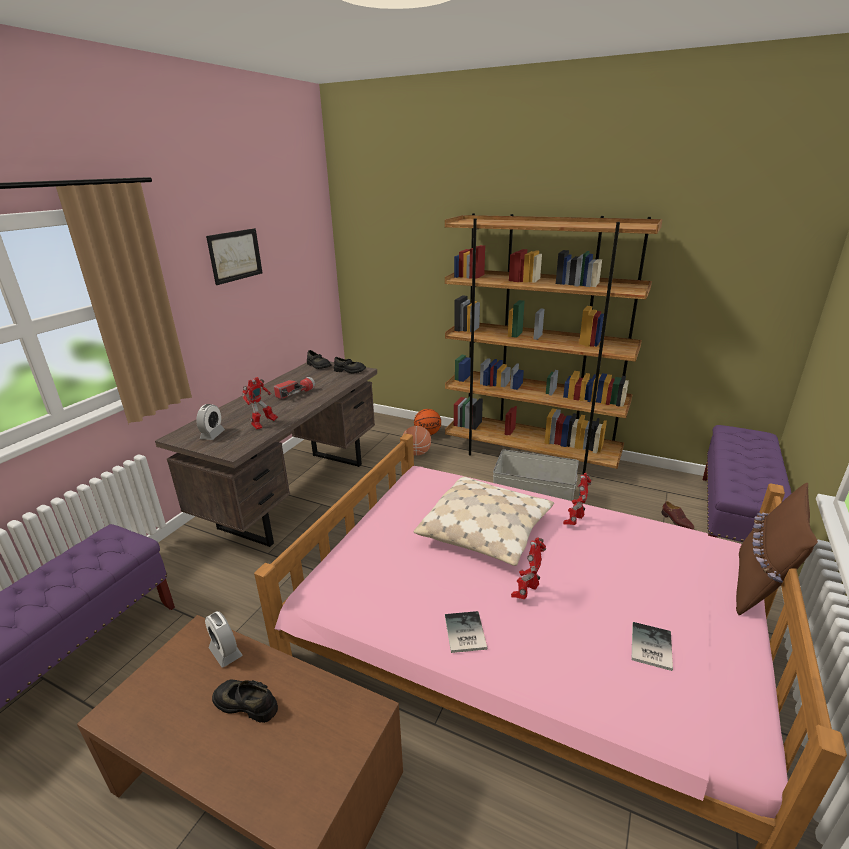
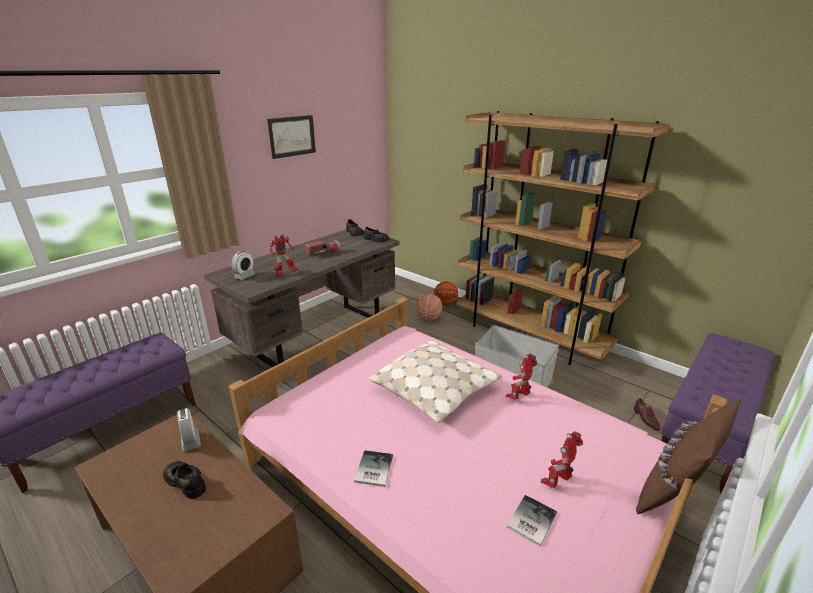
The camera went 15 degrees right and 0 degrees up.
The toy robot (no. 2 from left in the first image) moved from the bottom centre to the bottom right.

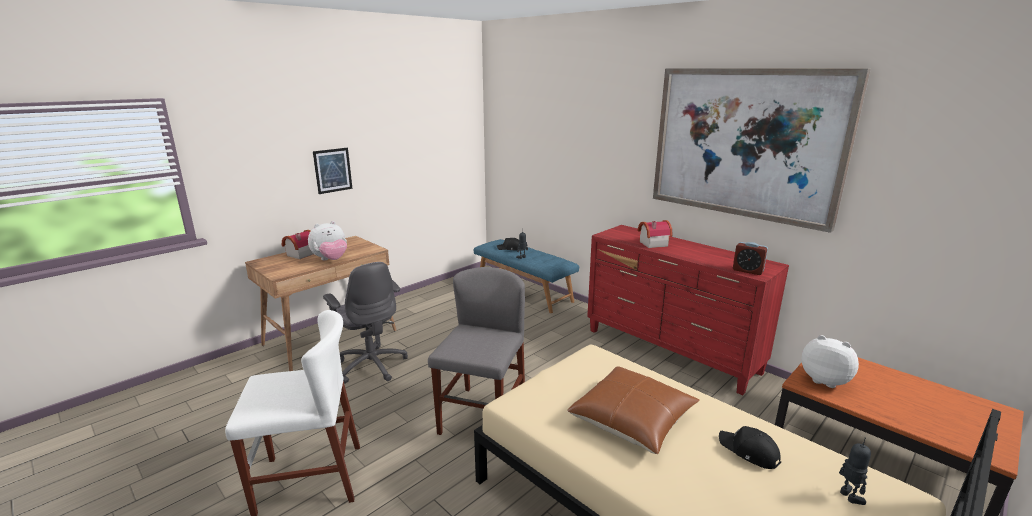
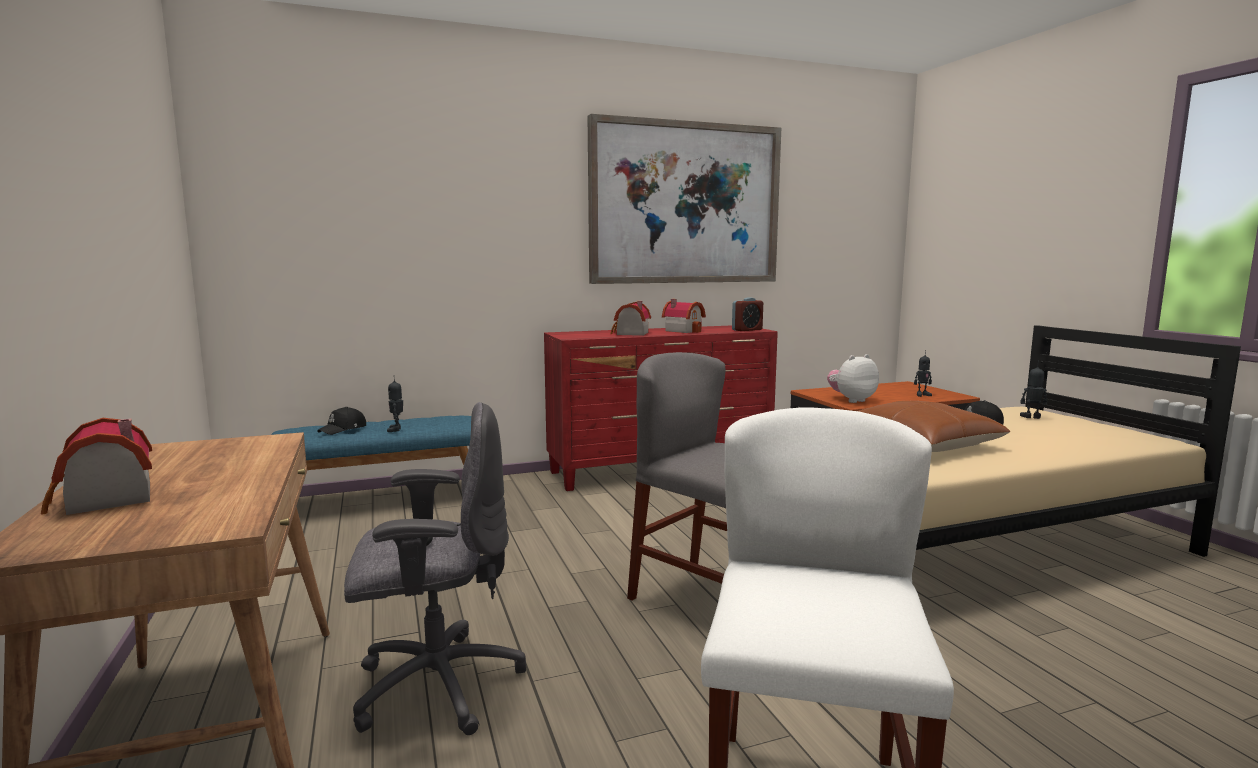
The camera went 65 degrees left and 10 degrees down.
The wall art (no. 1 from left) at the top left disappeared.
The soft toy (no. 1 from left) at the middle left disappeared.
The toy house (no. 3 from left) at the centre appeared.
The toy robot (no. 2 from left) at the middle right appeared.

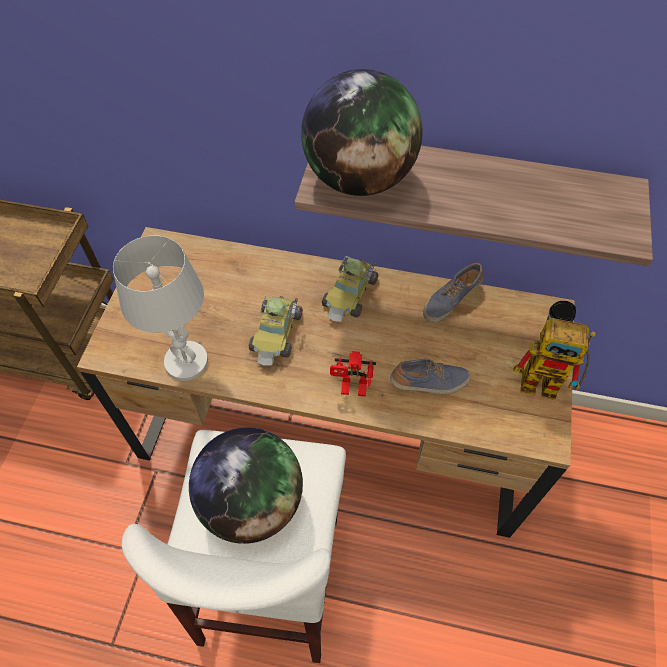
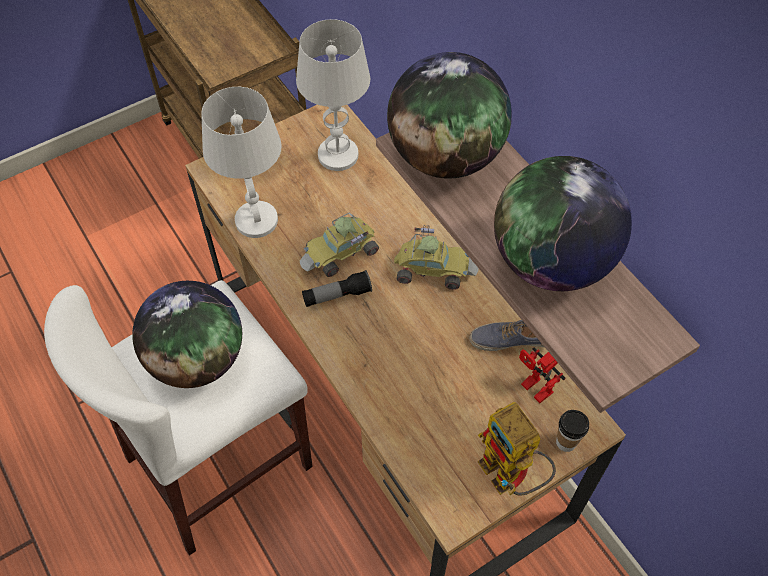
The camera went 45 degrees right and 0 degrees up.
The model car (no. 2 from left) at the centre turned 150 degrees counterclockwise.
The toy robot (no. 1 from left in the first image) moved from the centre to the middle right.
The item of footwear (no. 1 from left) at the centre disappeared.
The whitish table lamp (no. 2 from left) at the top centre appeared.
The globe (no. 3 from left) at the middle right appeared.
The hand torch at the centre appeared.

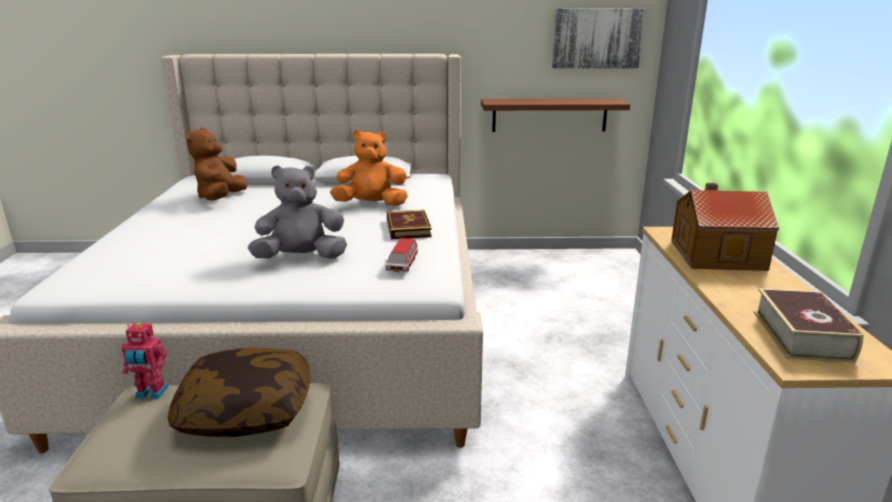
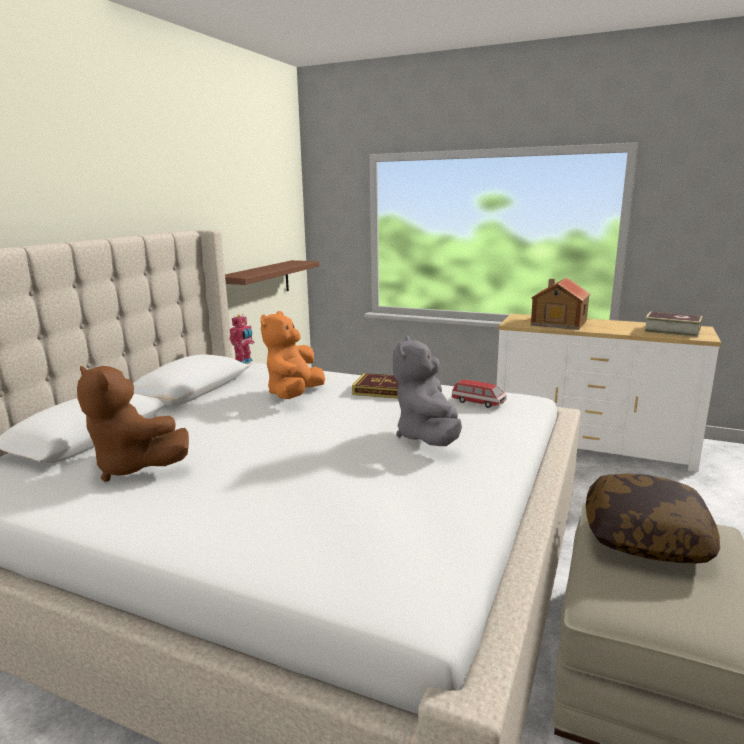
The camera went 65 degrees left and 5 degrees down.
The wall art at the top right disappeared.
The toy robot moved from the bottom left to the middle left.

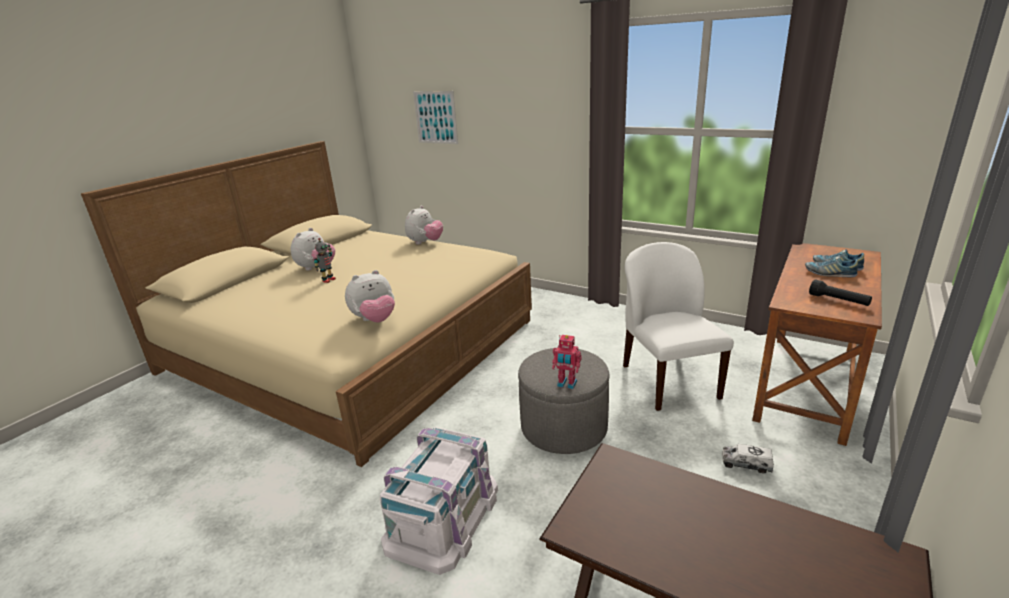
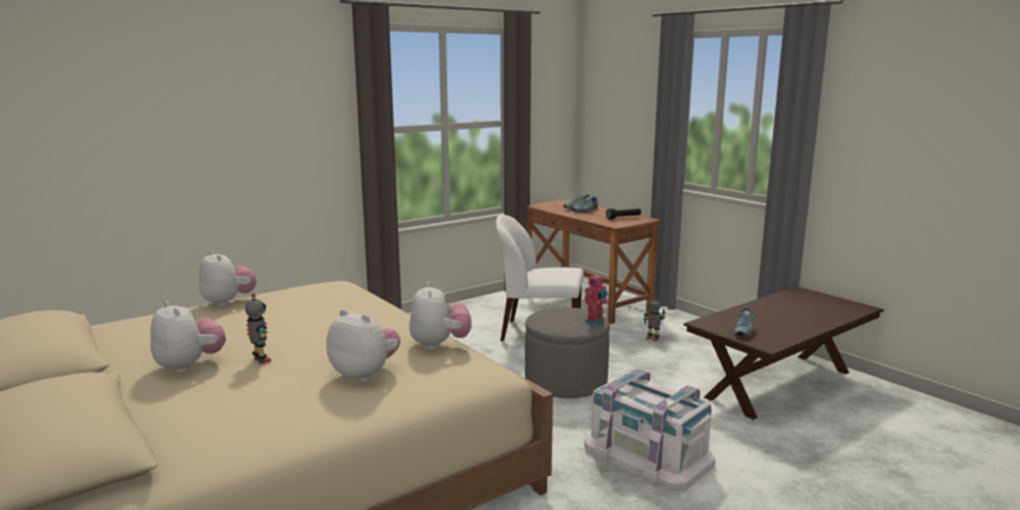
The camera went 70 degrees left and 10 degrees down.
The wall art at the top centre disappeared.
The toy truck at the bottom right was replaced by the toy robot (no. 3 from left) at the centre.
The item of footwear (no. 3 from left) at the middle right appeared.
The soft toy (no. 3 from left) at the bottom centre appeared.

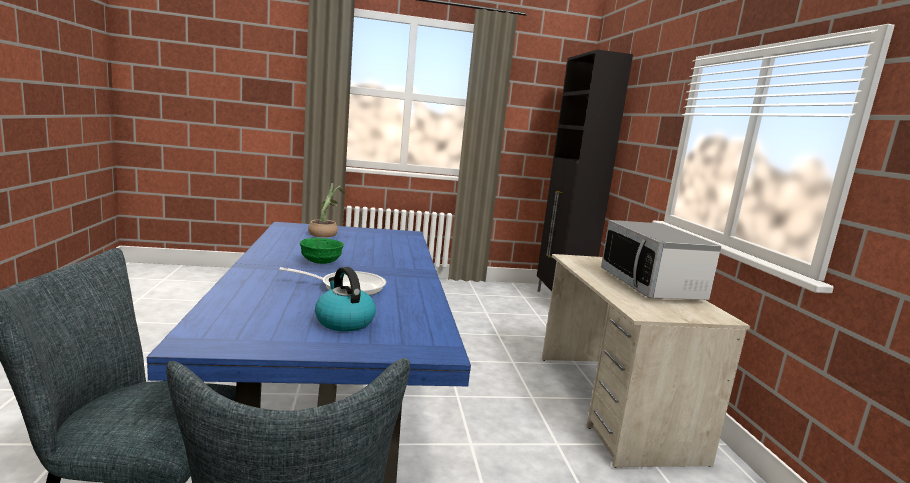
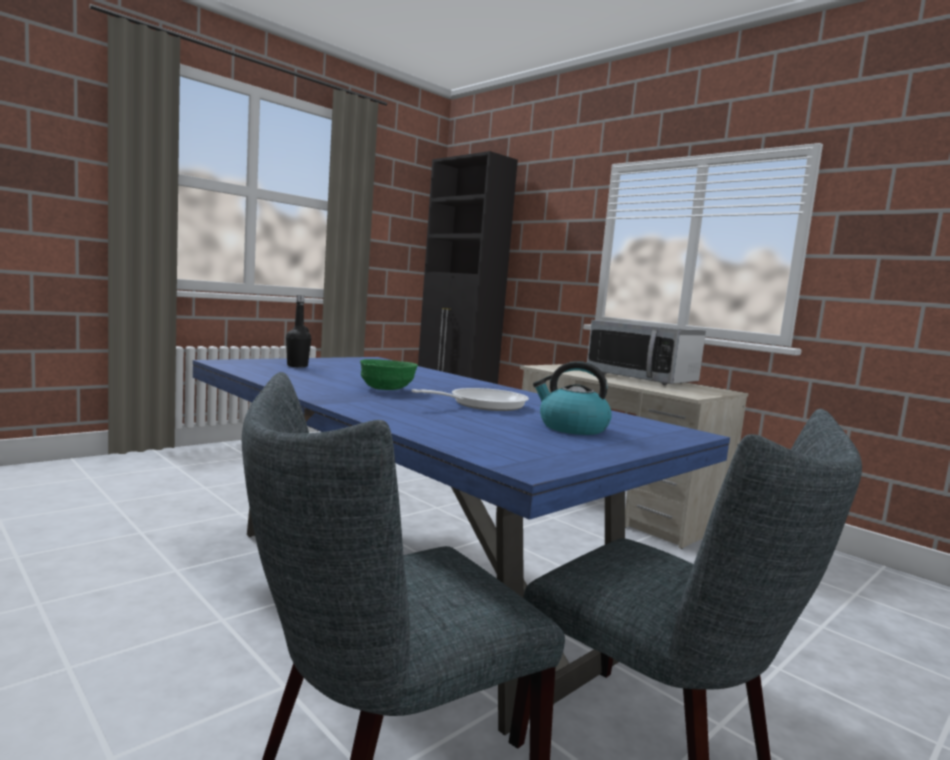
The camera went 35 degrees left and 5 degrees down.
The houseplant at the centre was replaced by the black drink bottle at the middle left.

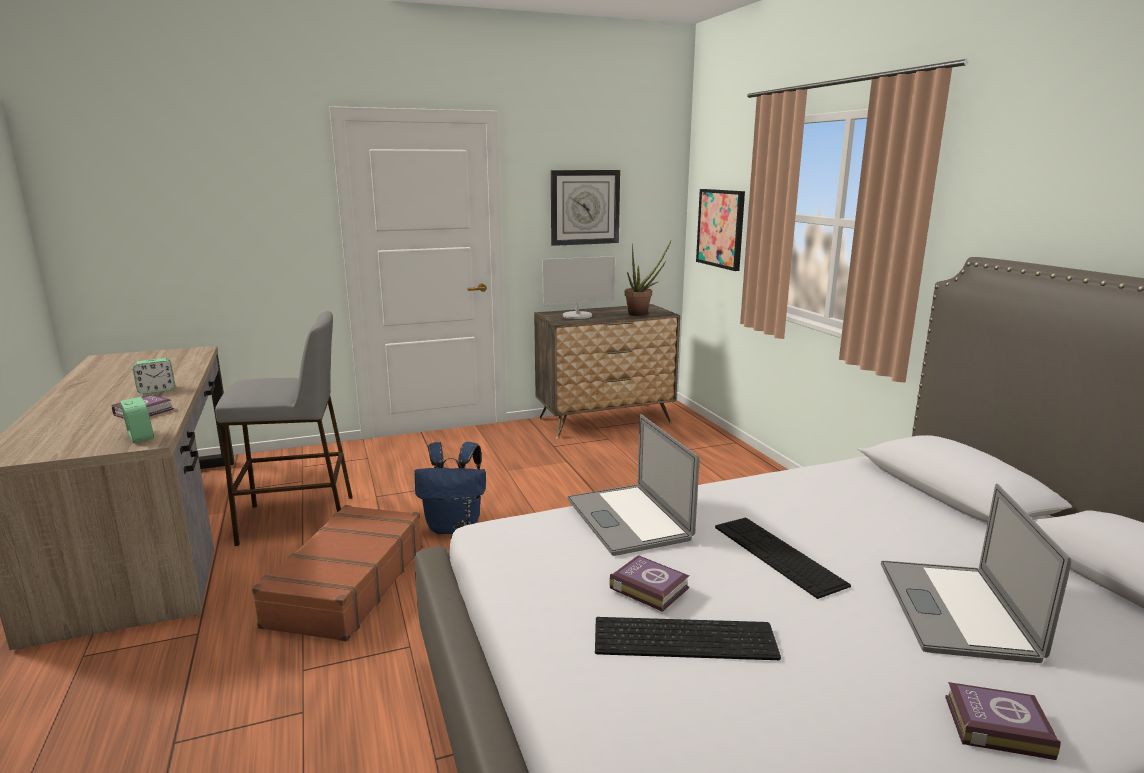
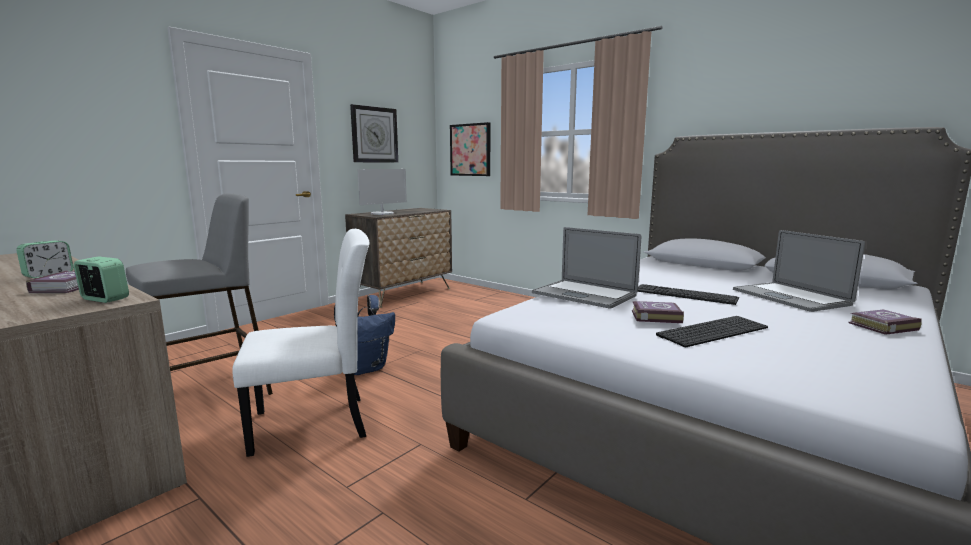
The camera went 30 degrees left and 5 degrees down.
The houseplant at the centre disappeared.
The brown suitcase at the bottom left was replaced by the whitish plain chair at the middle left.

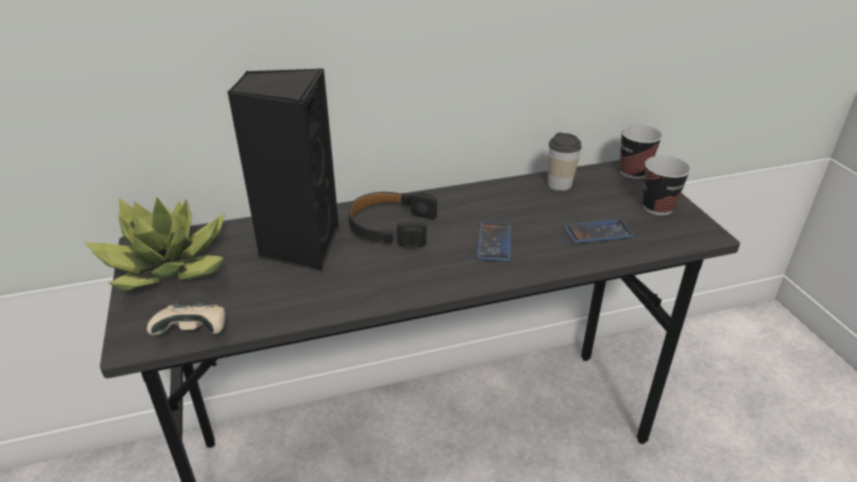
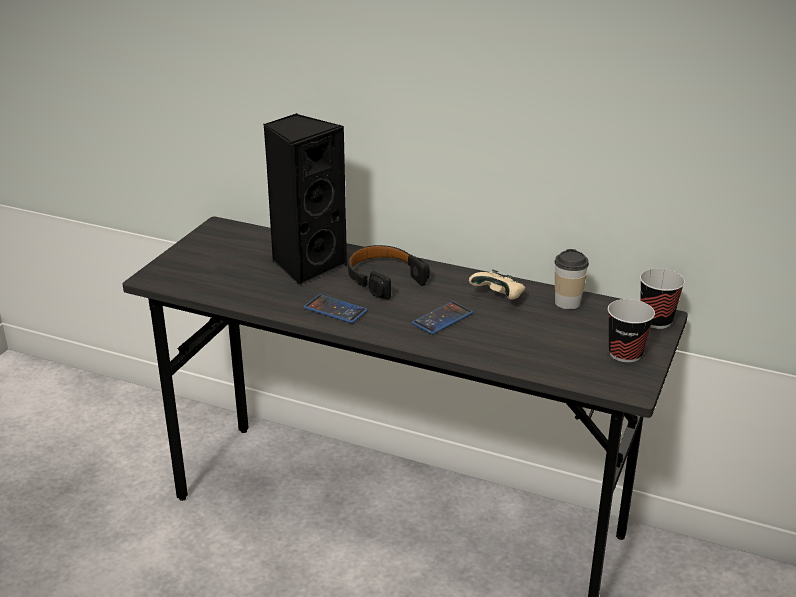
The camera went 40 degrees right and 5 degrees down.
The houseplant at the middle left disappeared.
The phone (no. 2 from left in the first image) moved from the middle right to the centre.
The beige game controller moved from the middle left to the centre.

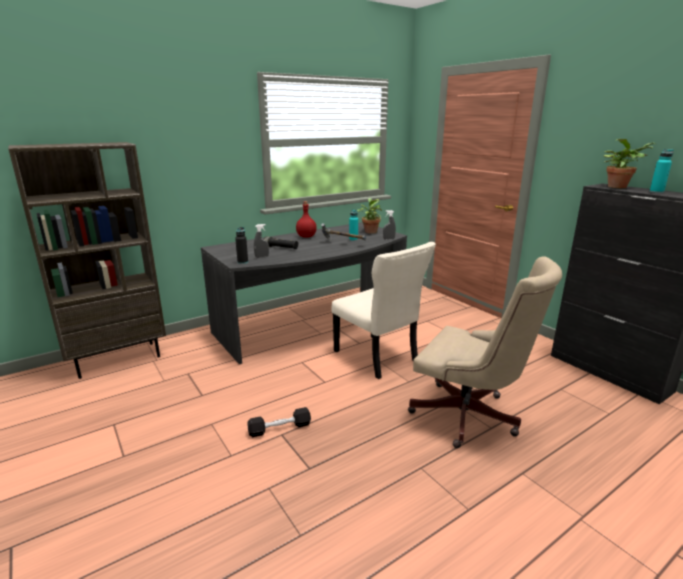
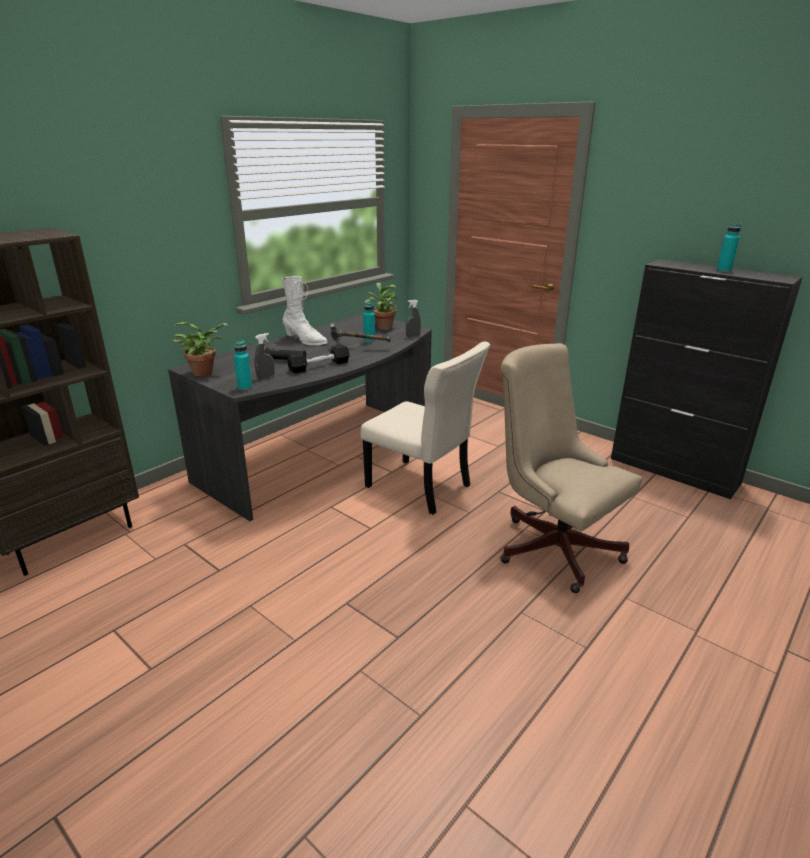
The camera went 15 degrees left and 5 degrees up.
The houseplant (no. 2 from left in the first image) moved from the top right to the middle left.
The red-coloured drink bottle at the centre was replaced by the whitish tall boot at the centre.
The black drink bottle at the centre became the turquoise-coloured drink bottle (no. 1 from left) at the middle left.
The beige desk chair at the middle right turned 150 degrees counterclockwise.
The black free weight moved from the bottom centre to the centre.

